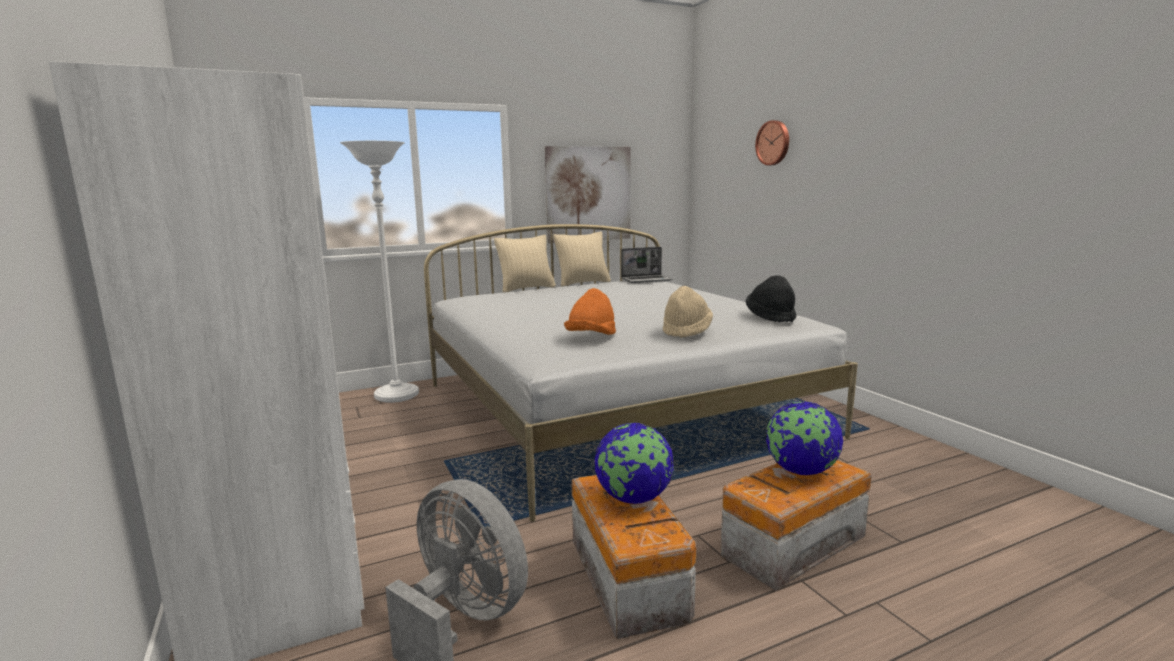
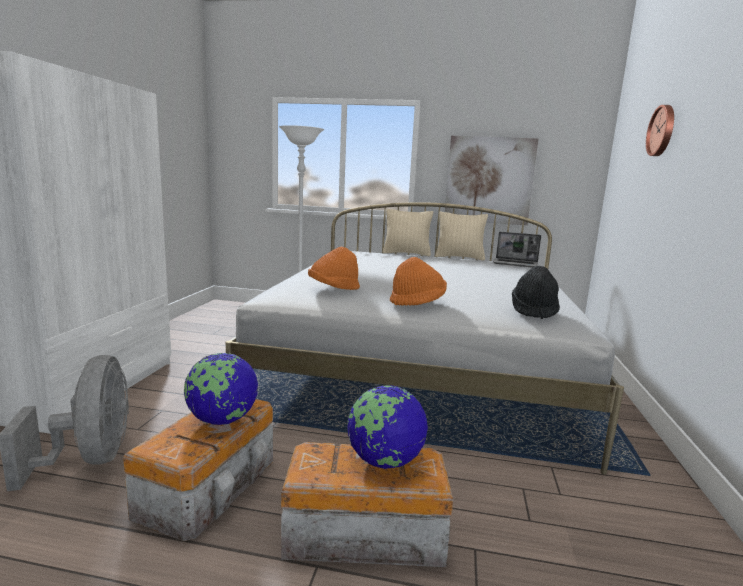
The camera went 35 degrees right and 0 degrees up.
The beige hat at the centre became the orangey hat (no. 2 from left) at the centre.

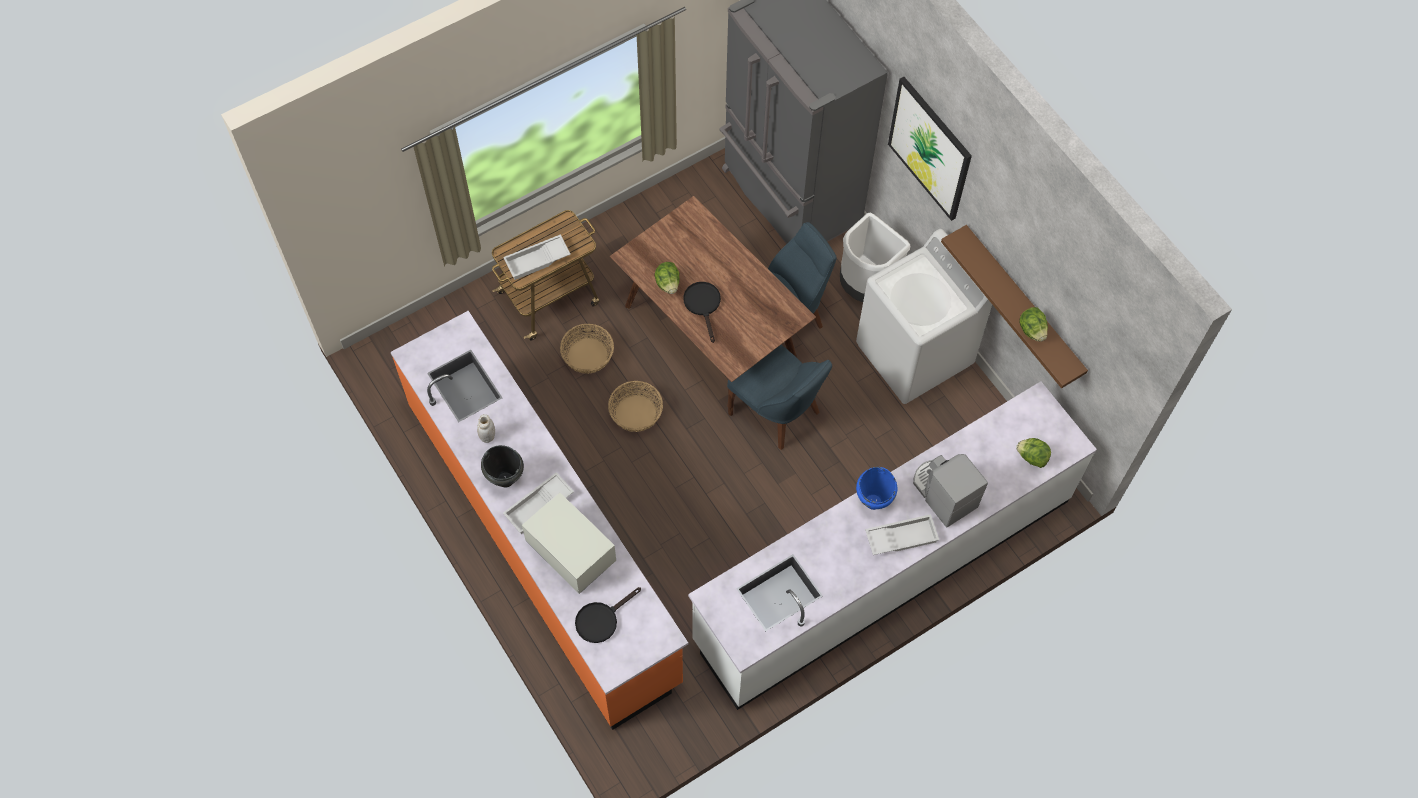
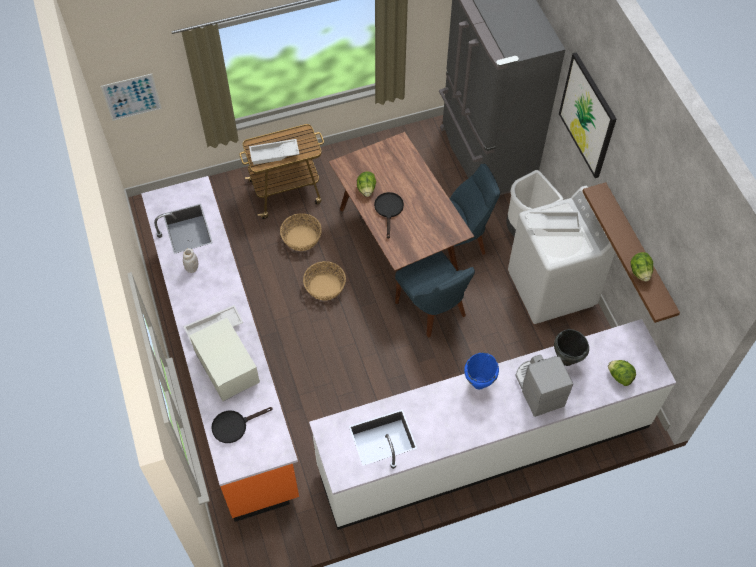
The camera went 15 degrees right and 5 degrees down.
The black cooking pot moved from the centre to the middle right.
The whitish serving tray (no. 3 from left) moved from the bottom centre to the middle right.
The wall art (no. 1 from left) at the top left appeared.

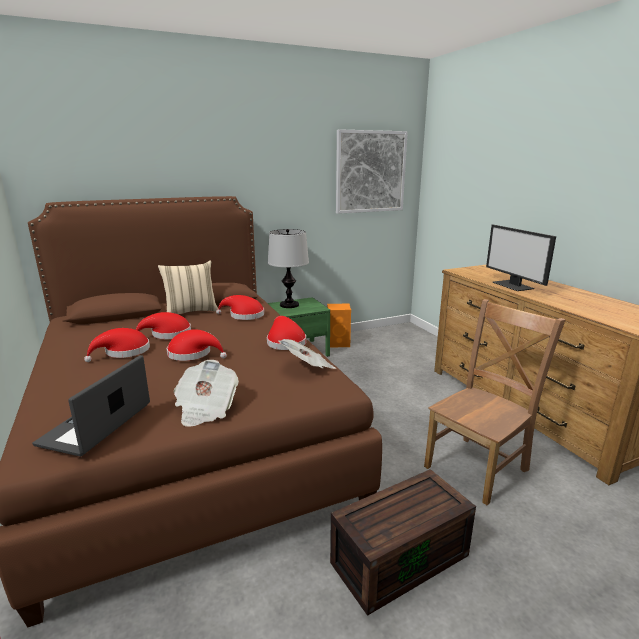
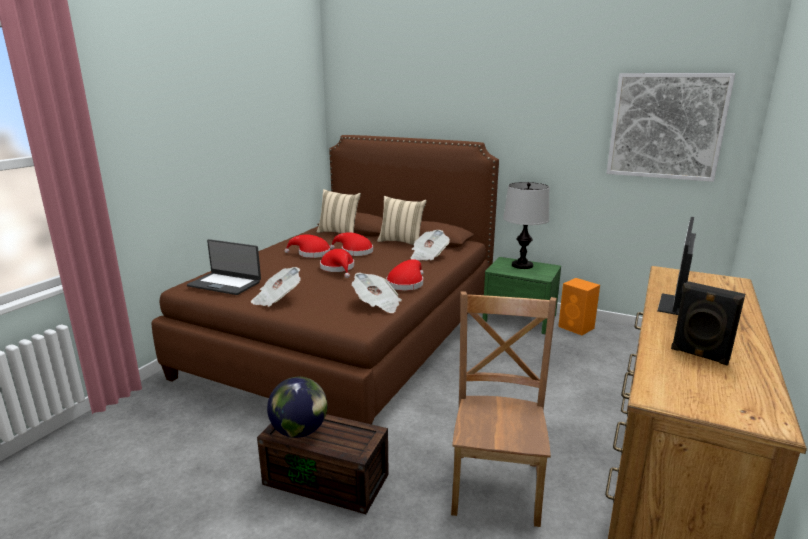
The camera went 50 degrees right and 0 degrees up.
The red-coloured hat (no. 4 from left) at the centre was replaced by the printed paper (no. 3 from left) at the centre.
The brown plain chair at the middle right turned 90 degrees counterclockwise.
The portable computer at the middle left turned 135 degrees counterclockwise.
The beige pillow (no. 1 from left) at the centre appeared.
The black loudspeaker at the middle right appeared.
The globe at the bottom centre appeared.

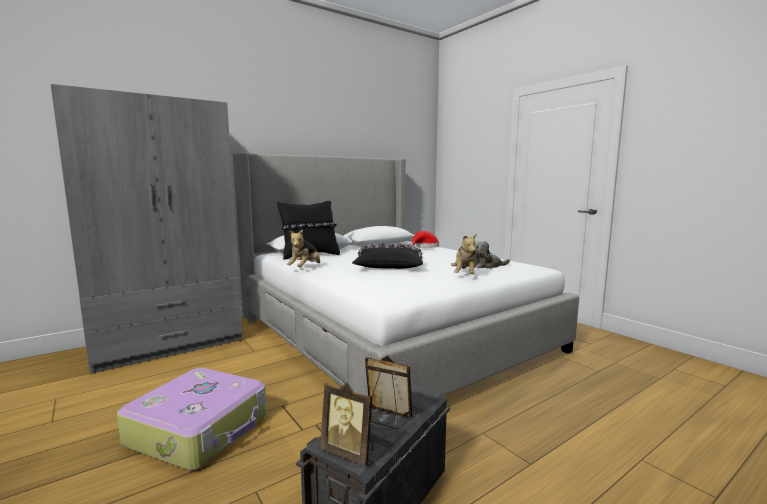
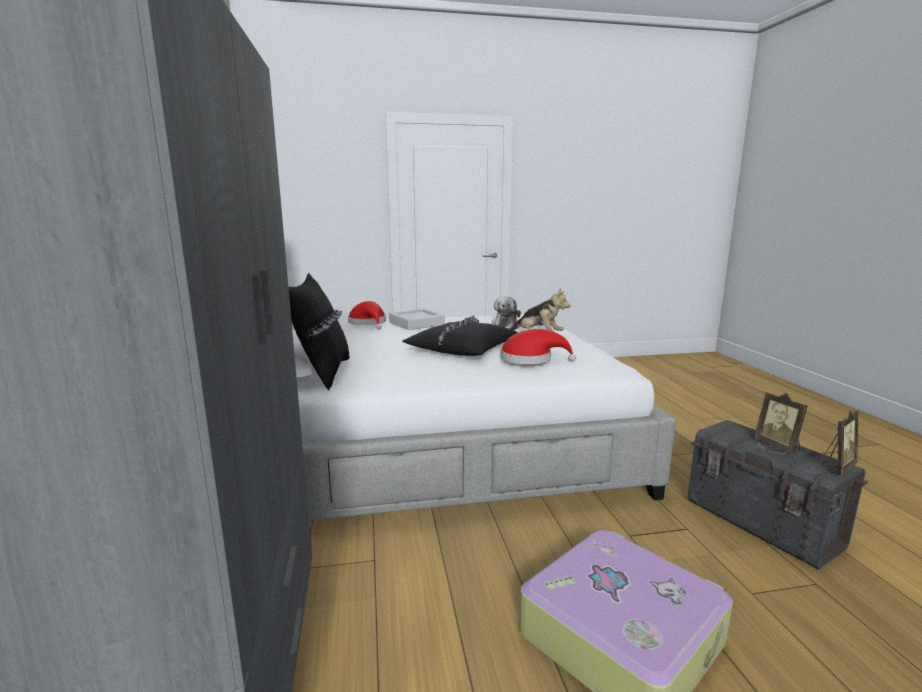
The camera went 65 degrees left and 5 degrees up.
The soft toy (no. 1 from left) at the centre disappeared.
The photo frame (no. 2 from left in the first image) at the bottom centre turned 75 degrees counterclockwise.
The greyish serving tray at the centre appeared.
The red-coloured hat (no. 2 from left) at the centre appeared.

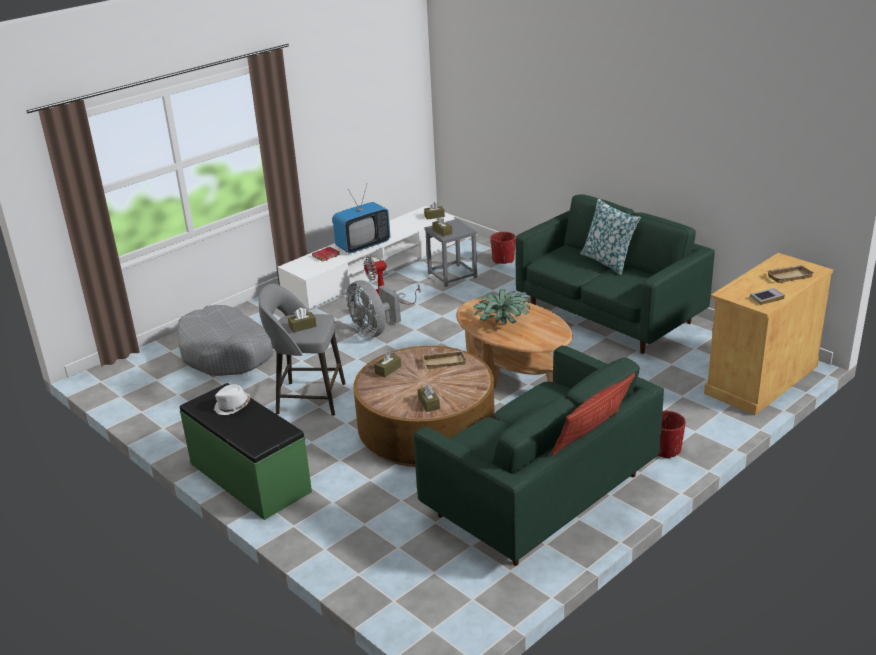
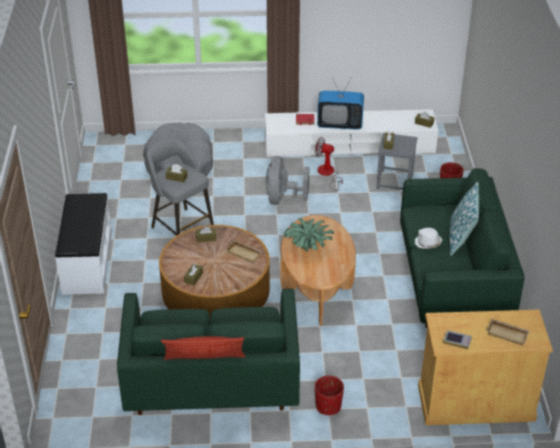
The camera went 40 degrees right and 10 degrees up.
The greenish bench at the bottom left became the whitish bench at the middle left.
The whitish hat moved from the middle left to the middle right.

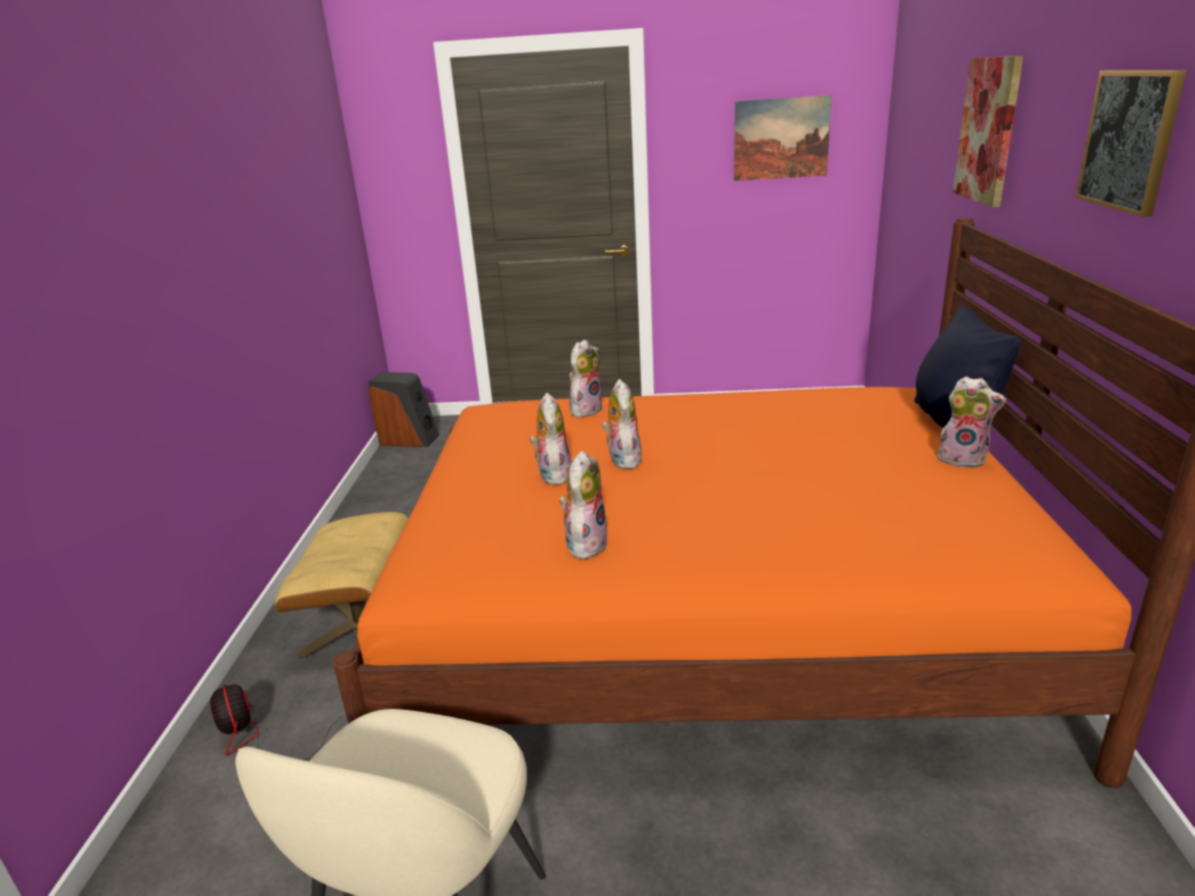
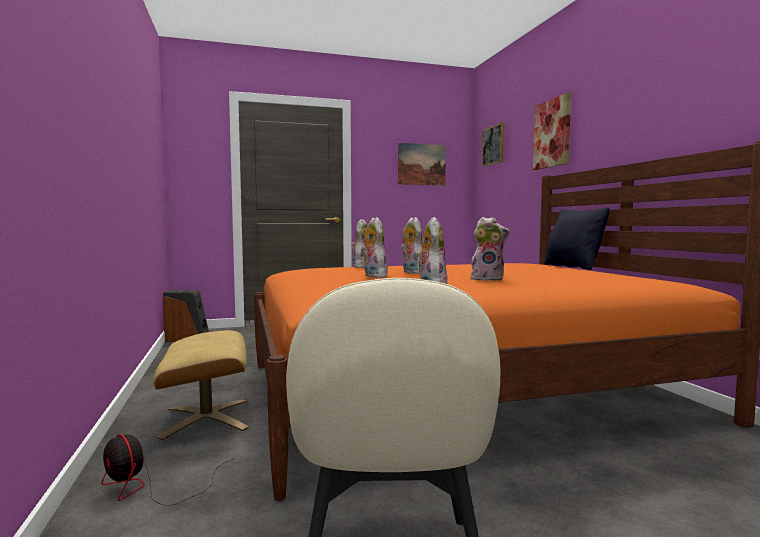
The camera went 20 degrees left and 20 degrees down.
The wall art (no. 3 from left in the first image) moved from the top right to the top centre.
The soft toy (no. 5 from left) moved from the middle right to the centre.

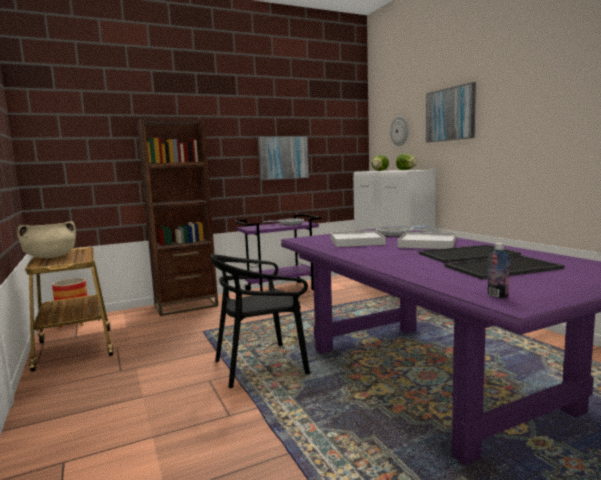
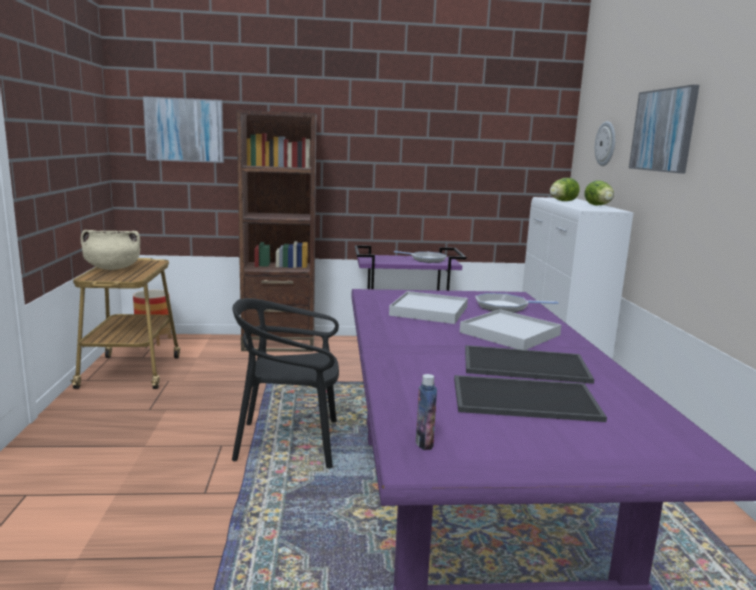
The camera went 20 degrees right and 5 degrees up.
The wall art (no. 1 from left) moved from the top centre to the top left.

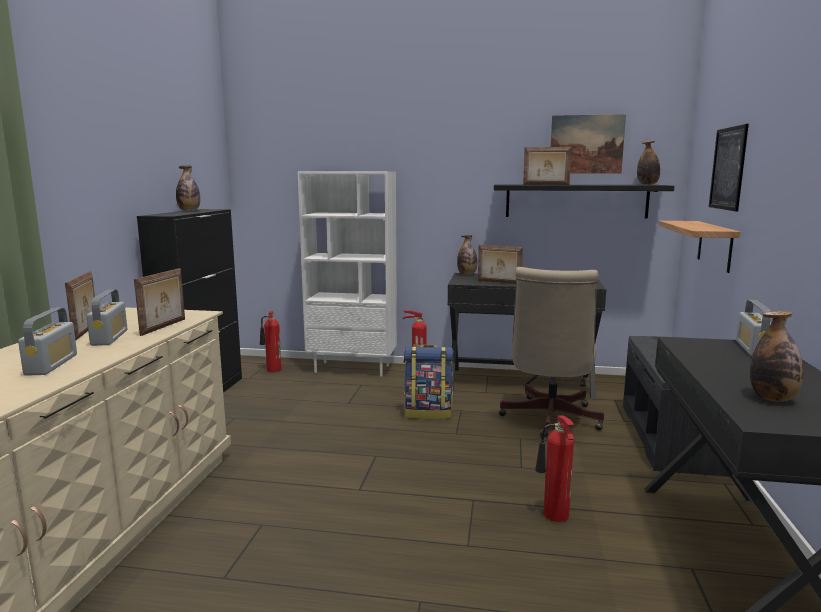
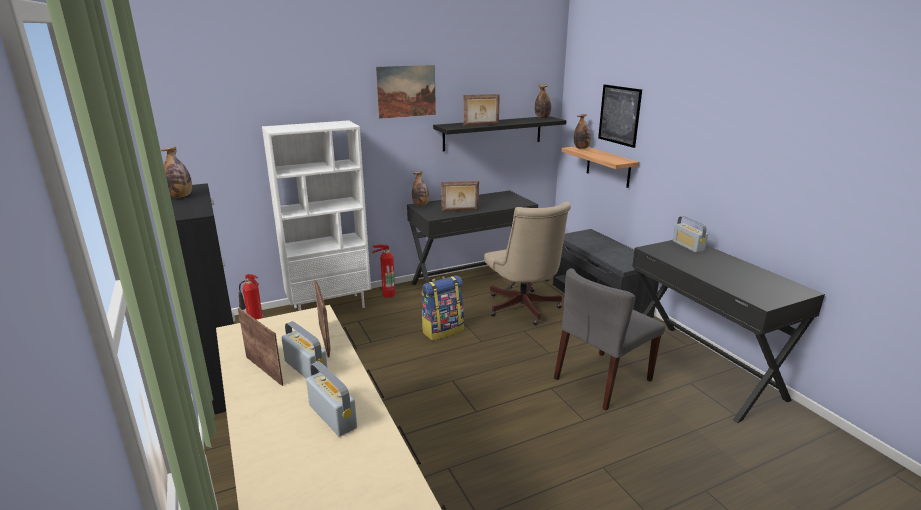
The camera went 35 degrees left and 10 degrees up.
The wall art (no. 1 from left) moved from the top right to the top centre.
The drink bottle (no. 4 from left) moved from the middle right to the top centre.
The fire-fighting cylinder (no. 3 from left) at the bottom right was replaced by the greyish plain chair at the centre.

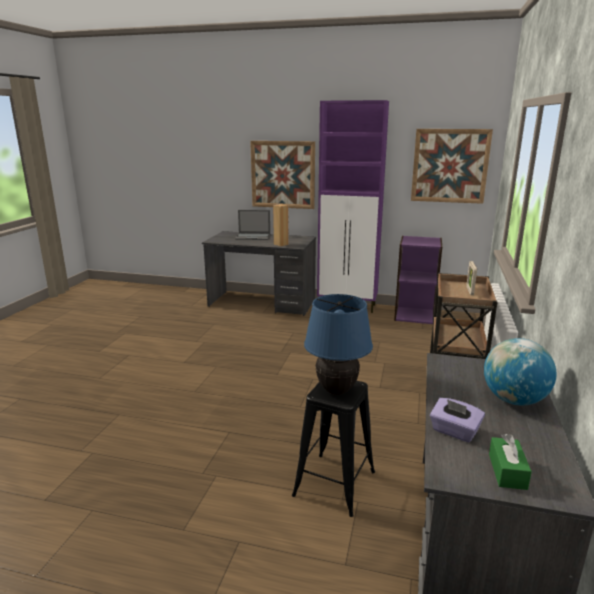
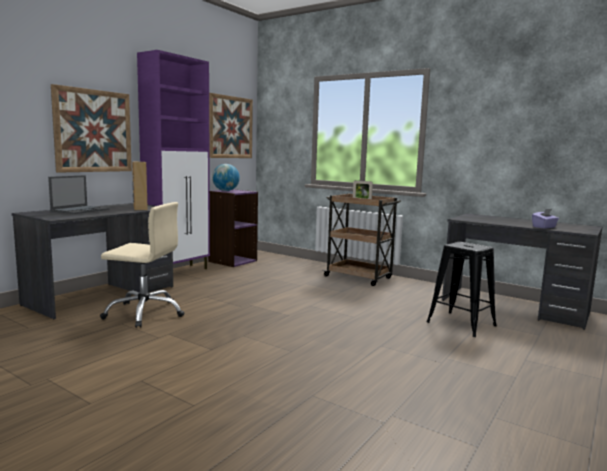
The camera went 70 degrees left and 10 degrees down.
The bluish table lamp at the centre disappeared.
The globe moved from the middle right to the centre.
The greenish tissue holder at the bottom right disappeared.
The beige desk chair at the middle left appeared.

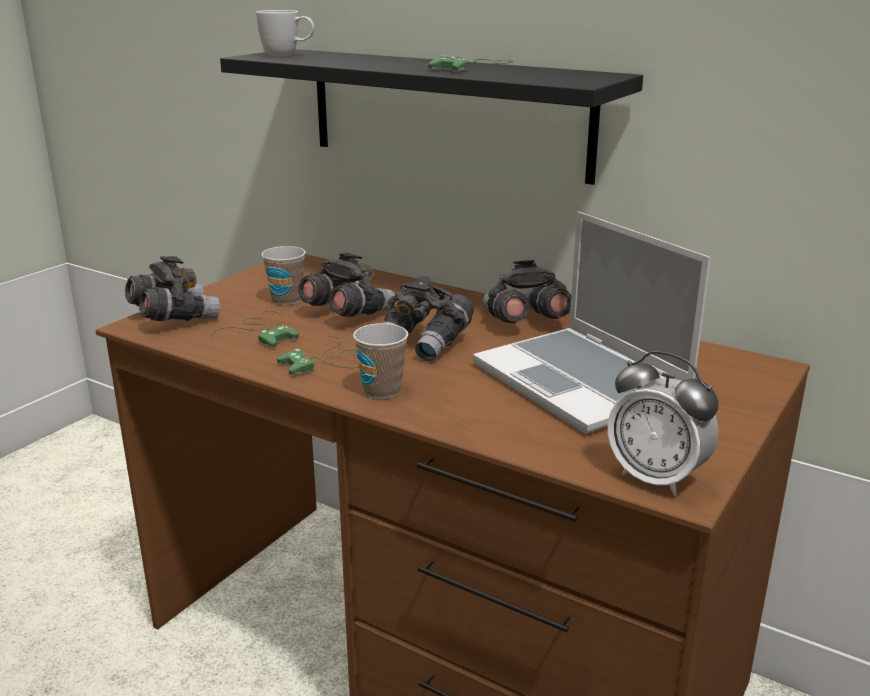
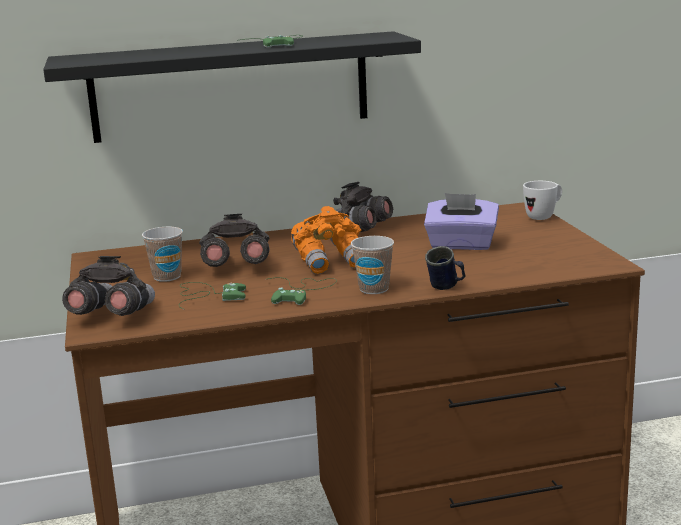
The camera went 45 degrees left and 5 degrees down.
The whitish coffee mug moved from the top left to the middle right.
The portable computer at the middle right was replaced by the purple tissue holder at the middle right.
The greyish binoculars (no. 3 from left) at the centre became the orangey binoculars at the centre.
The bedside clock at the middle right disappeared.
The bluish coffee mug at the centre appeared.

